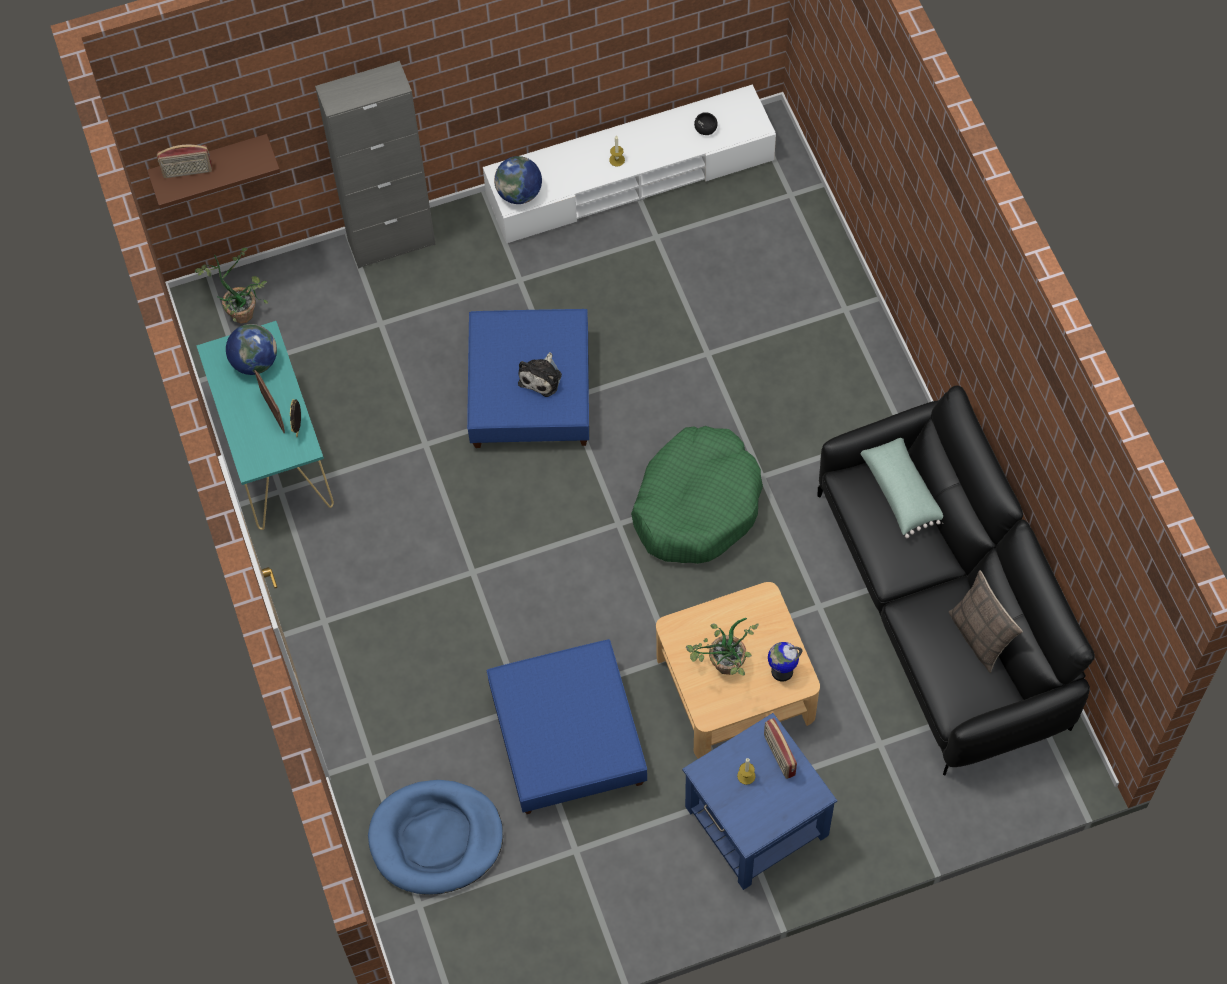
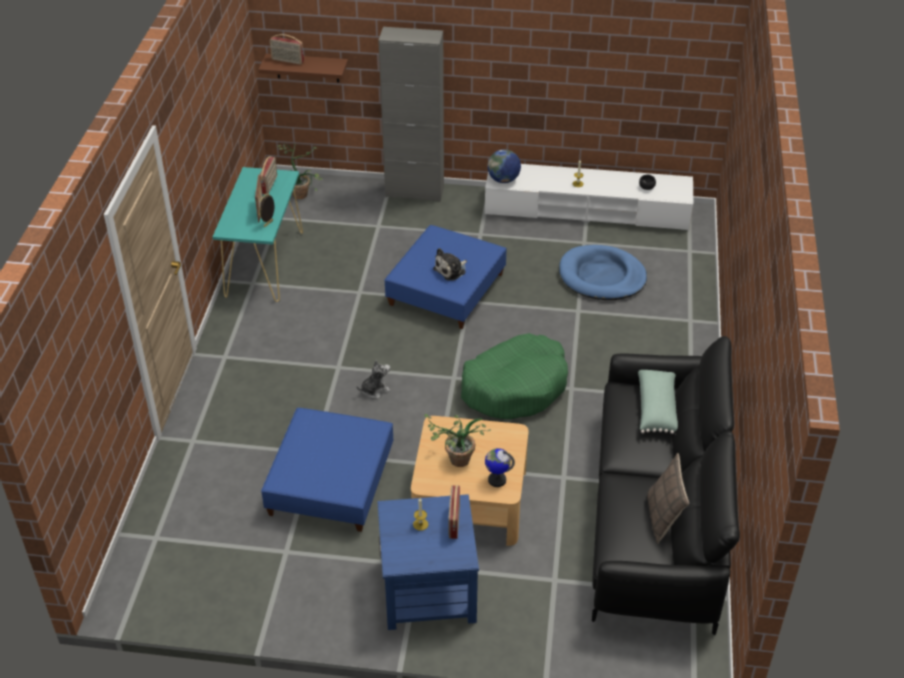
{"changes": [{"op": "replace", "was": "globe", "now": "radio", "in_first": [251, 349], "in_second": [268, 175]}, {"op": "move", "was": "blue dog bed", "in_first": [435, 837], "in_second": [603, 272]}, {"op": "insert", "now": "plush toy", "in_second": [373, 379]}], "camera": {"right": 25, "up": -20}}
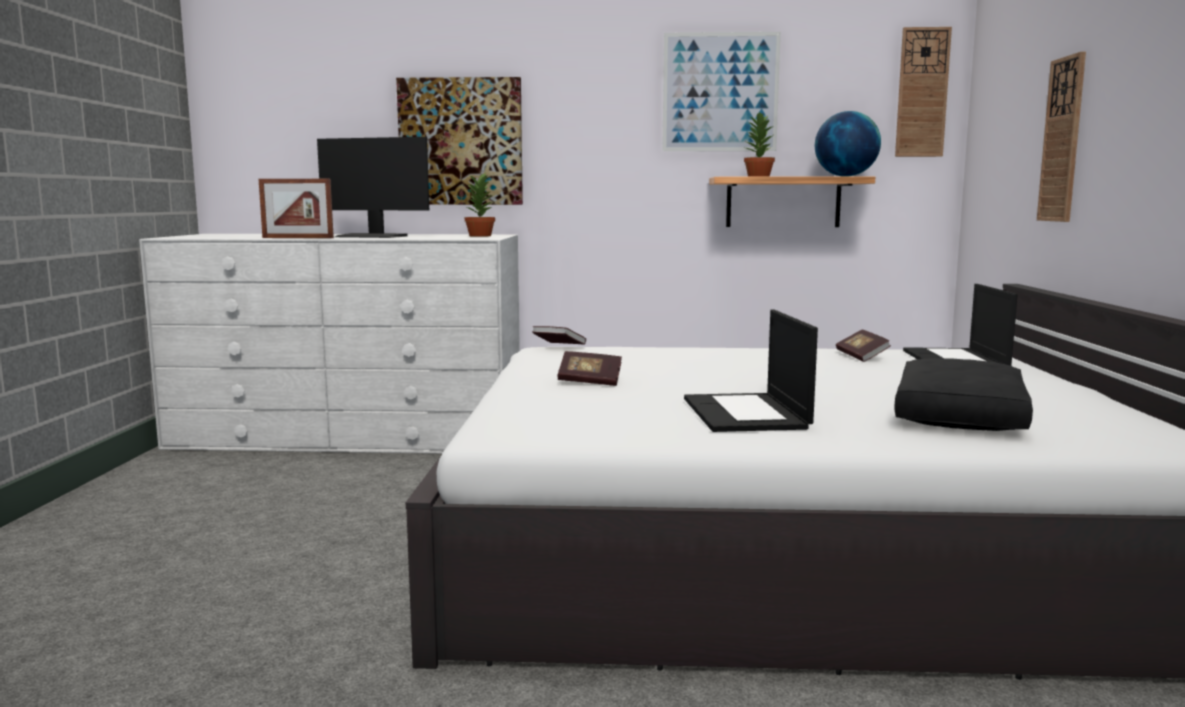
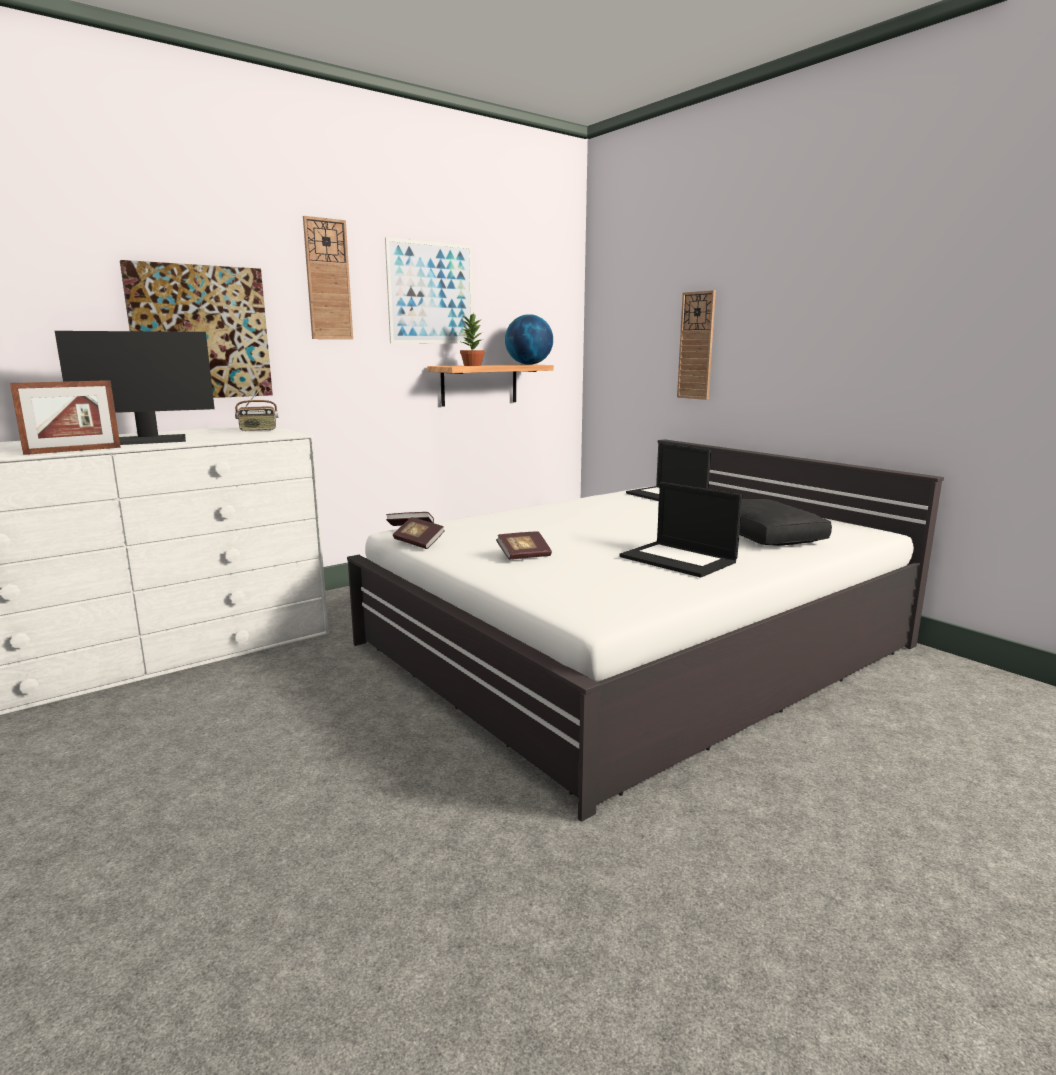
{"changes": [{"op": "replace", "was": "potted plant", "now": "radio", "in_first": [480, 205], "in_second": [256, 410]}, {"op": "move", "was": "book", "in_first": [863, 346], "in_second": [419, 533]}, {"op": "move", "was": "wall clock", "in_first": [923, 92], "in_second": [328, 277]}], "camera": {"right": -40, "up": 5}}
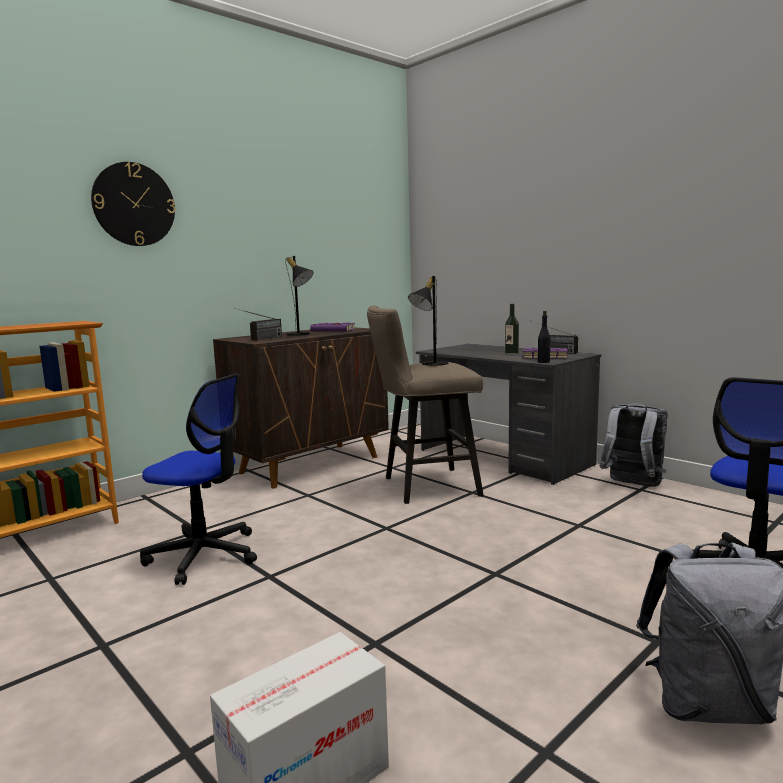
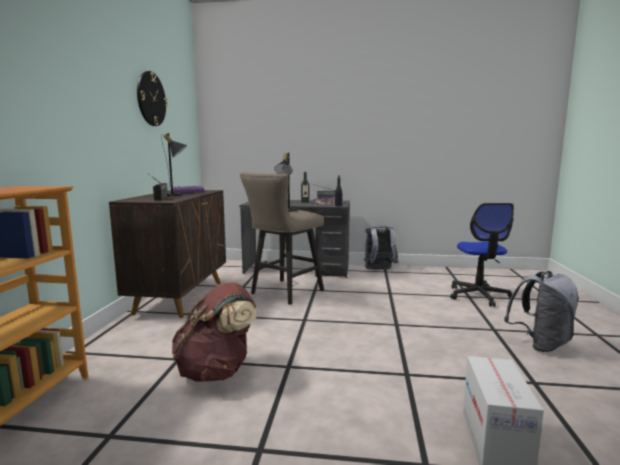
{"changes": [{"op": "move", "was": "wall clock", "in_first": [133, 204], "in_second": [152, 98]}, {"op": "replace", "was": "office chair", "now": "brown backpack", "in_first": [198, 479], "in_second": [214, 332]}], "camera": {"right": -40, "up": 0}}
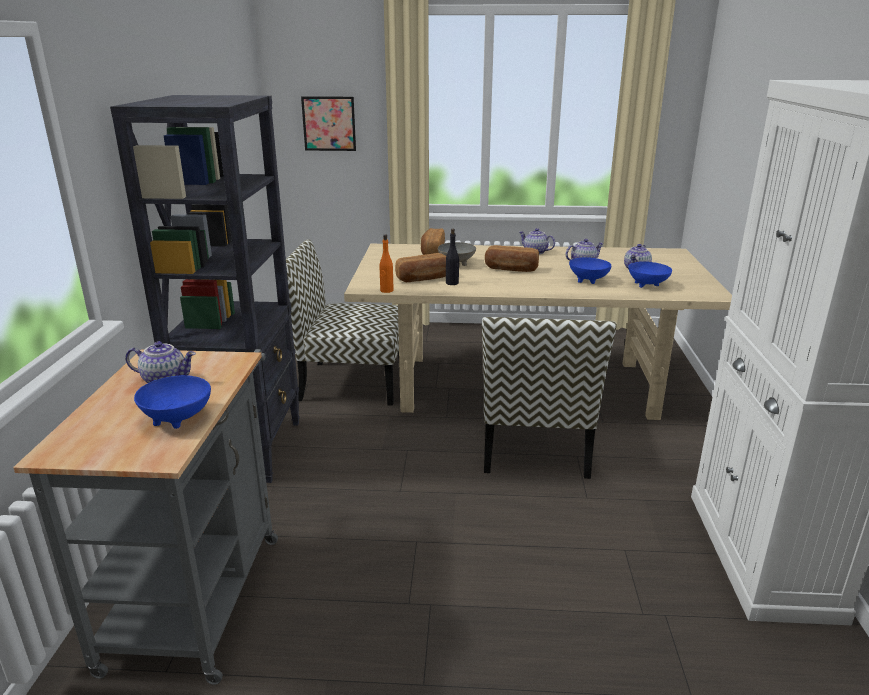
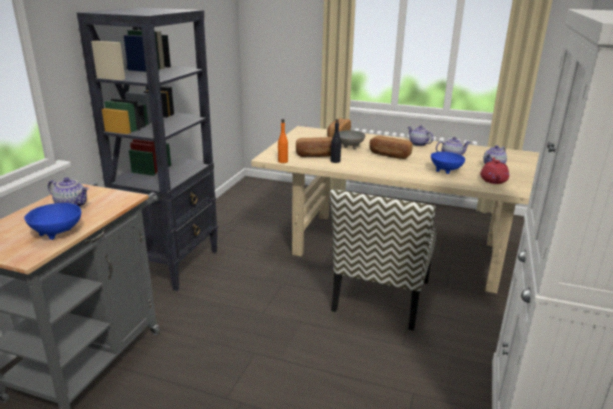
{"changes": [{"op": "delete", "was": "chair", "in_first": [342, 322]}, {"op": "delete", "was": "picture", "in_first": [328, 123]}, {"op": "replace", "was": "blue bowl", "now": "red teapot", "in_first": [650, 275], "in_second": [494, 170]}], "camera": {"right": 15, "up": 0}}
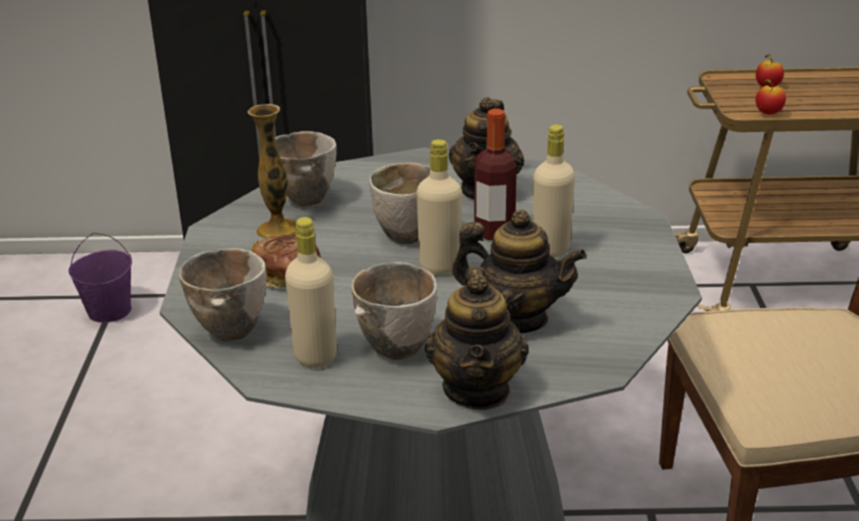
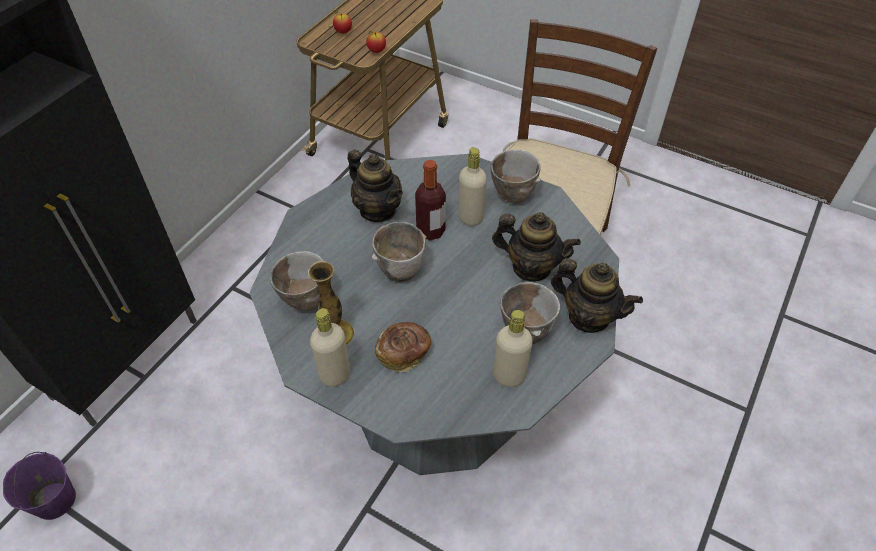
{"changes": [{"op": "move", "was": "bowl", "in_first": [223, 294], "in_second": [515, 177]}, {"op": "move", "was": "beige bottle", "in_first": [439, 207], "in_second": [330, 347]}, {"op": "rotate", "was": "teapot", "in_first": [519, 271], "in_second": [536, 247], "clockwise": 60}], "camera": {"right": -60, "up": 20}}
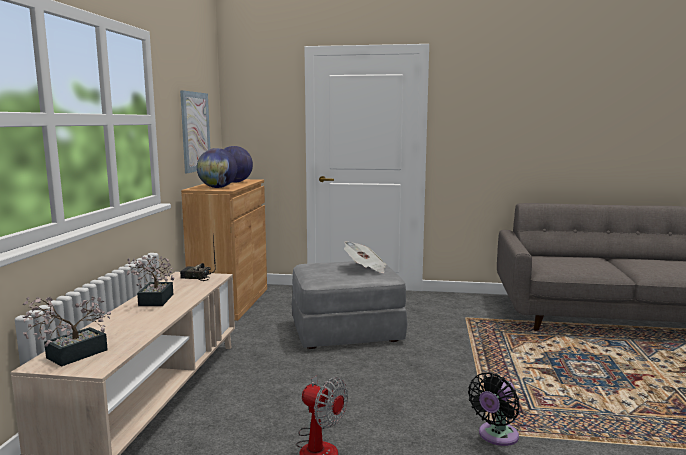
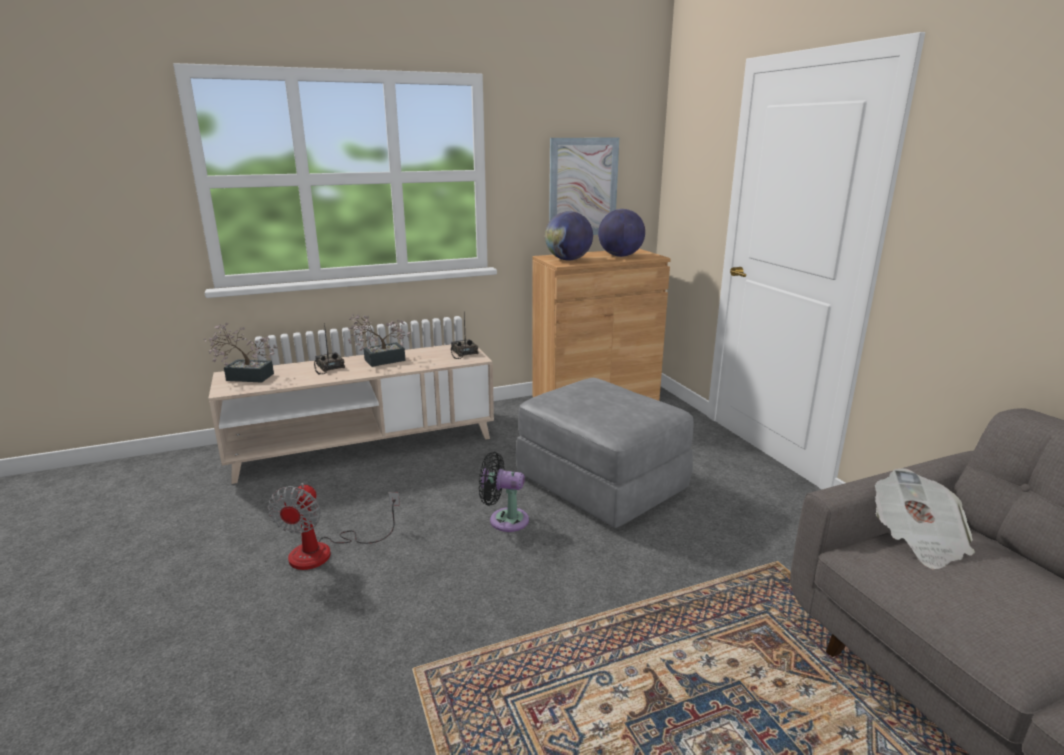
{"changes": [{"op": "move", "was": "newspaper", "in_first": [365, 257], "in_second": [925, 518]}, {"op": "move", "was": "black fan", "in_first": [494, 409], "in_second": [504, 492]}, {"op": "insert", "now": "radio", "in_second": [329, 349]}], "camera": {"right": 60, "up": 10}}
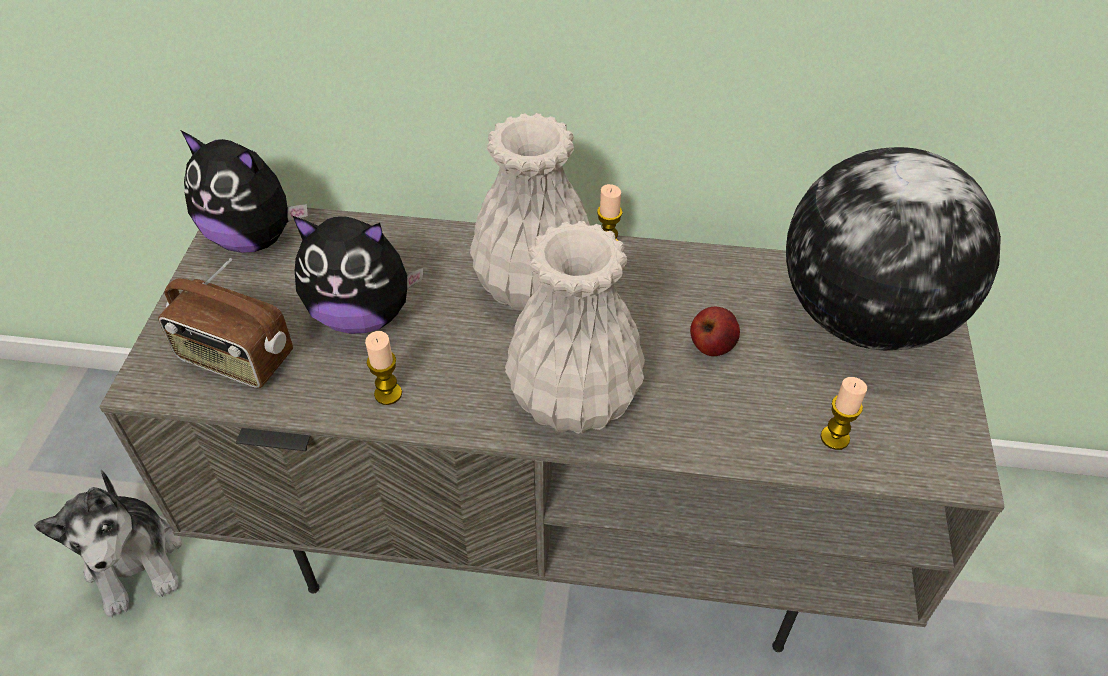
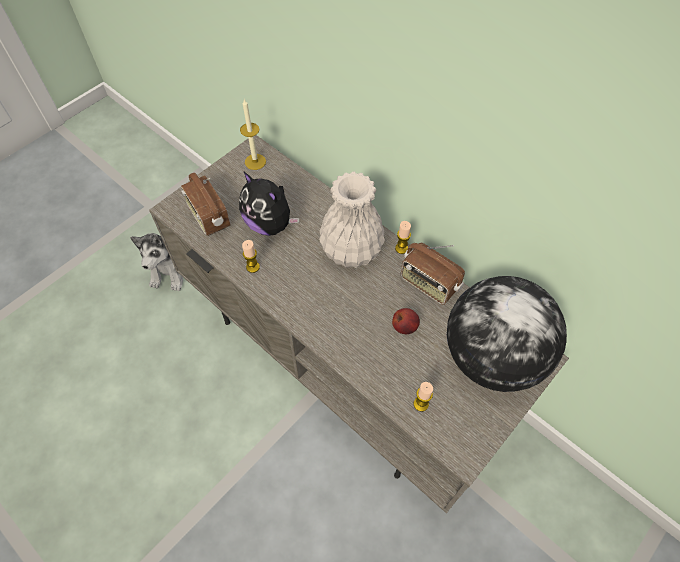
{"changes": [{"op": "replace", "was": "plush toy", "now": "candle", "in_first": [244, 192], "in_second": [253, 134]}, {"op": "delete", "was": "white vase", "in_first": [575, 327]}, {"op": "insert", "now": "radio", "in_second": [433, 274]}], "camera": {"right": 35, "up": 10}}
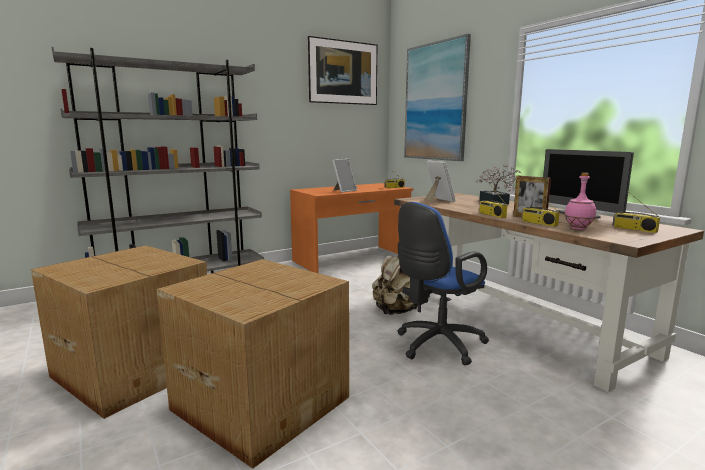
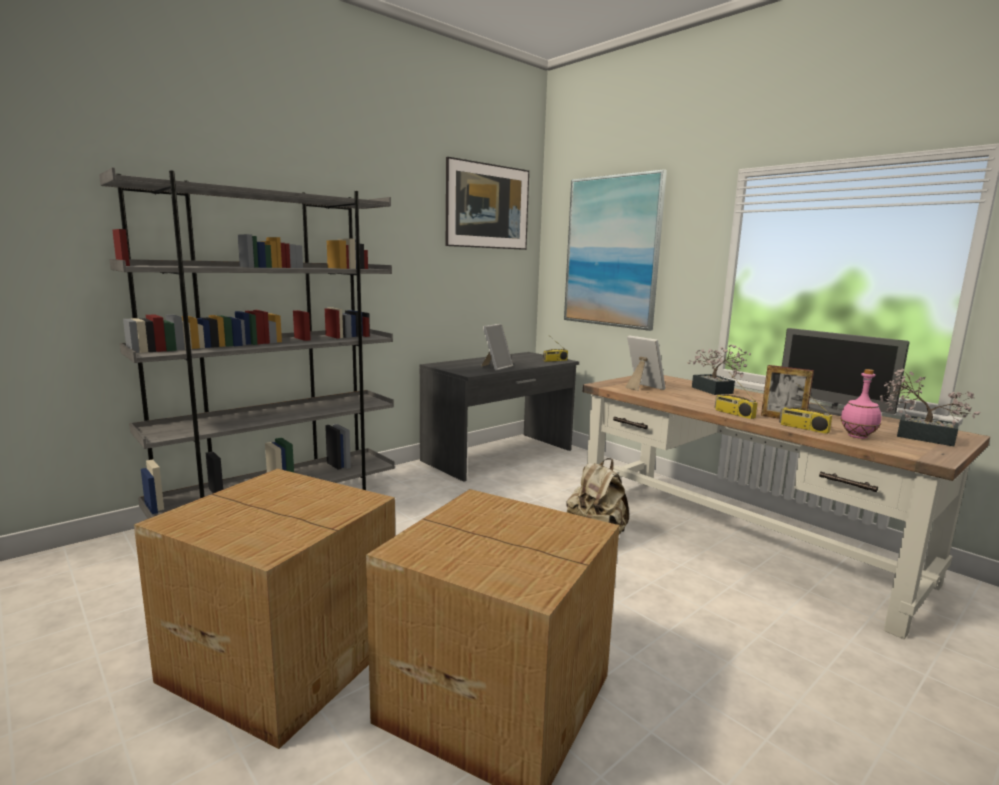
{"changes": [{"op": "recolor", "was": "orange desk", "now": "grey desk", "in_first": [351, 228], "in_second": [499, 417]}, {"op": "delete", "was": "blue office chair", "in_first": [443, 283]}, {"op": "replace", "was": "radio", "now": "potted plant", "in_first": [636, 212], "in_second": [930, 407]}], "camera": {"right": -10, "up": 0}}
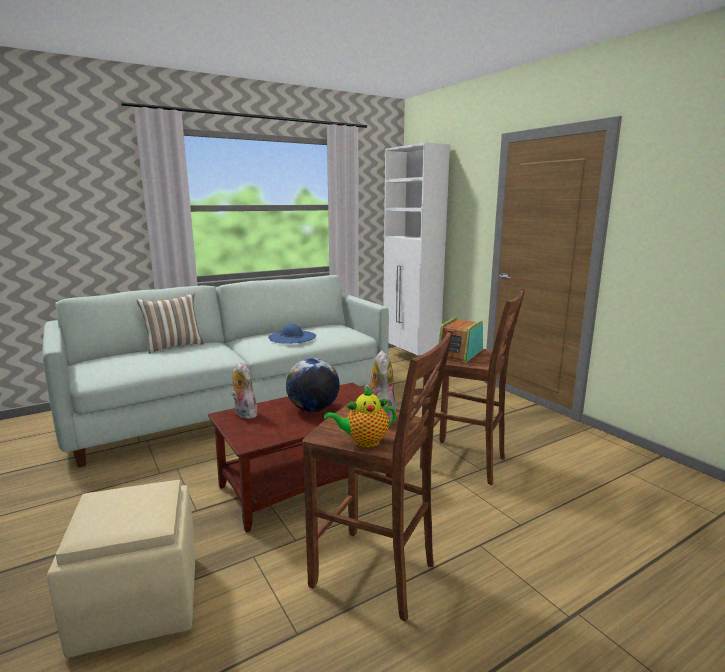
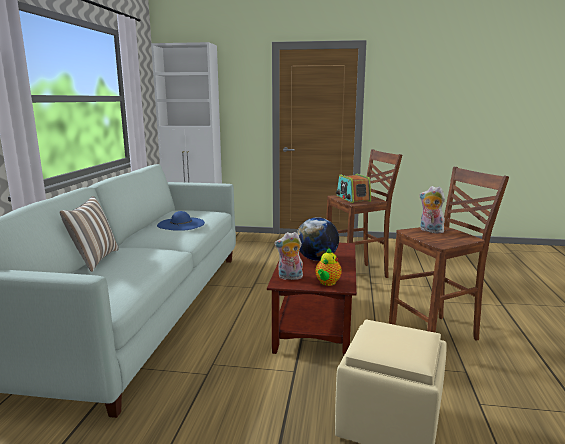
{"changes": [{"op": "move", "was": "teapot", "in_first": [360, 416], "in_second": [328, 267]}], "camera": {"right": -50, "up": 0}}
